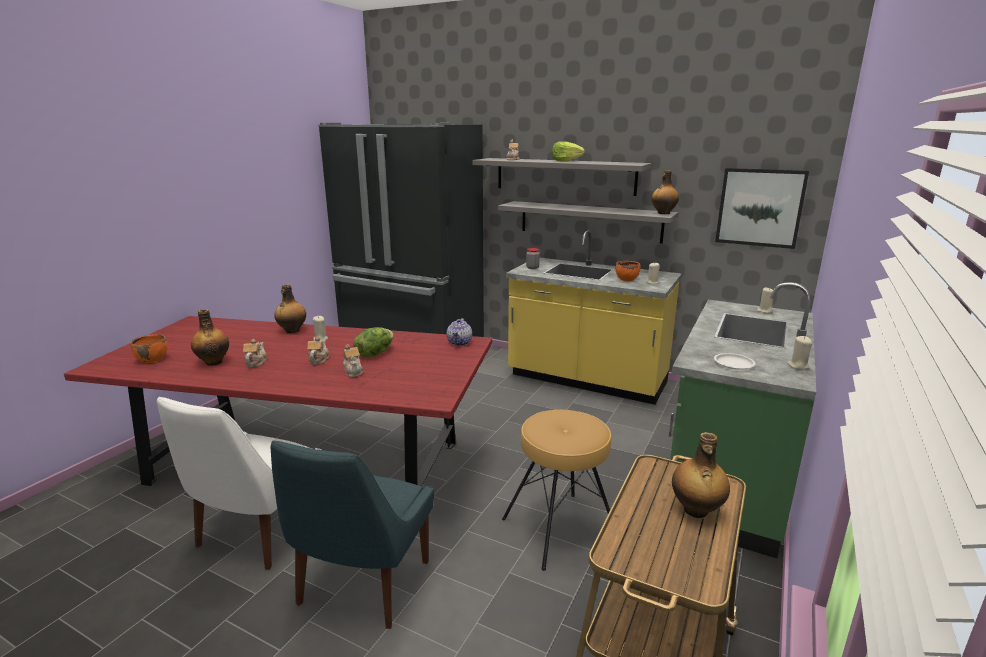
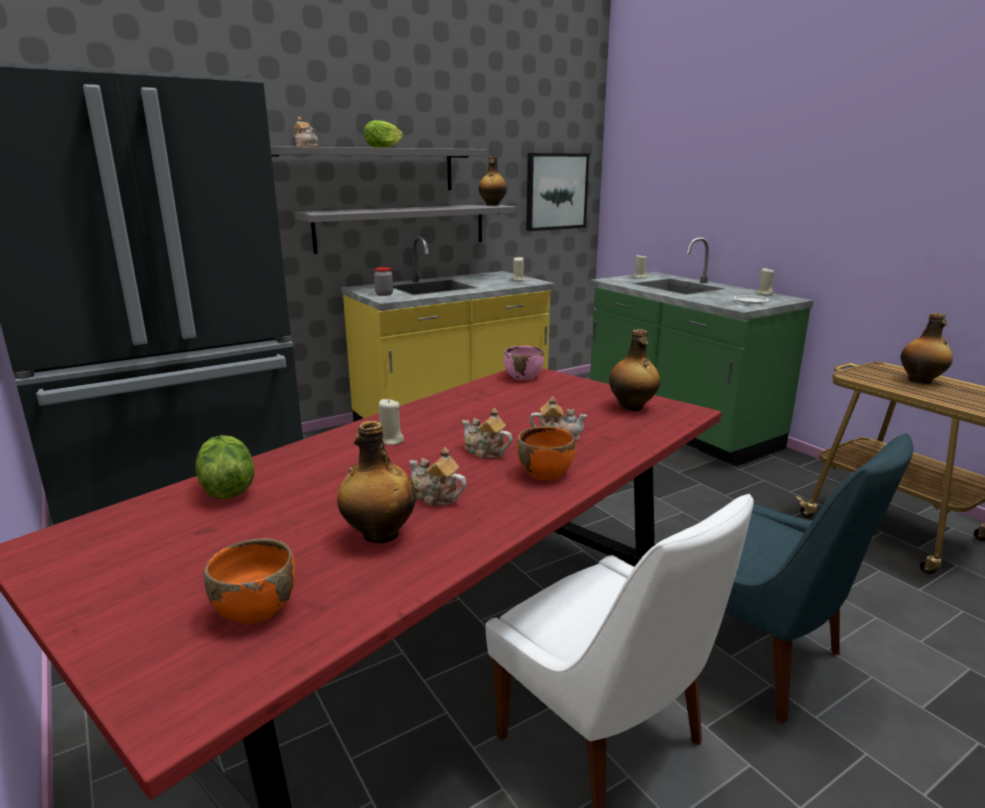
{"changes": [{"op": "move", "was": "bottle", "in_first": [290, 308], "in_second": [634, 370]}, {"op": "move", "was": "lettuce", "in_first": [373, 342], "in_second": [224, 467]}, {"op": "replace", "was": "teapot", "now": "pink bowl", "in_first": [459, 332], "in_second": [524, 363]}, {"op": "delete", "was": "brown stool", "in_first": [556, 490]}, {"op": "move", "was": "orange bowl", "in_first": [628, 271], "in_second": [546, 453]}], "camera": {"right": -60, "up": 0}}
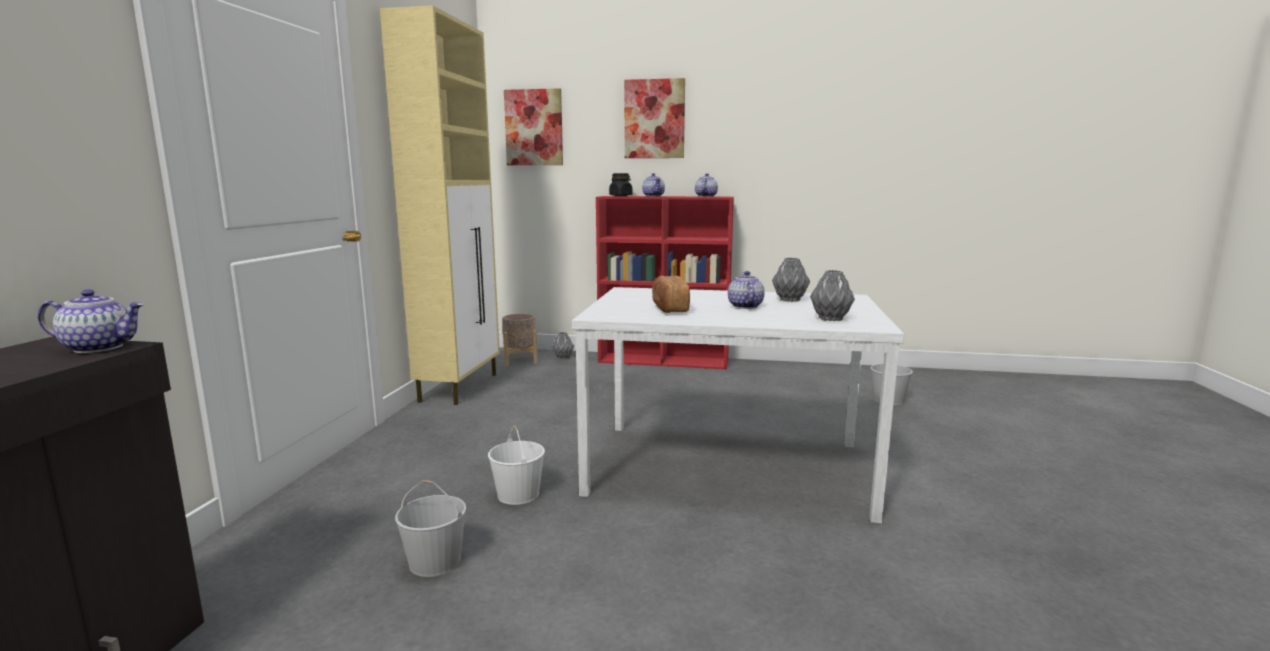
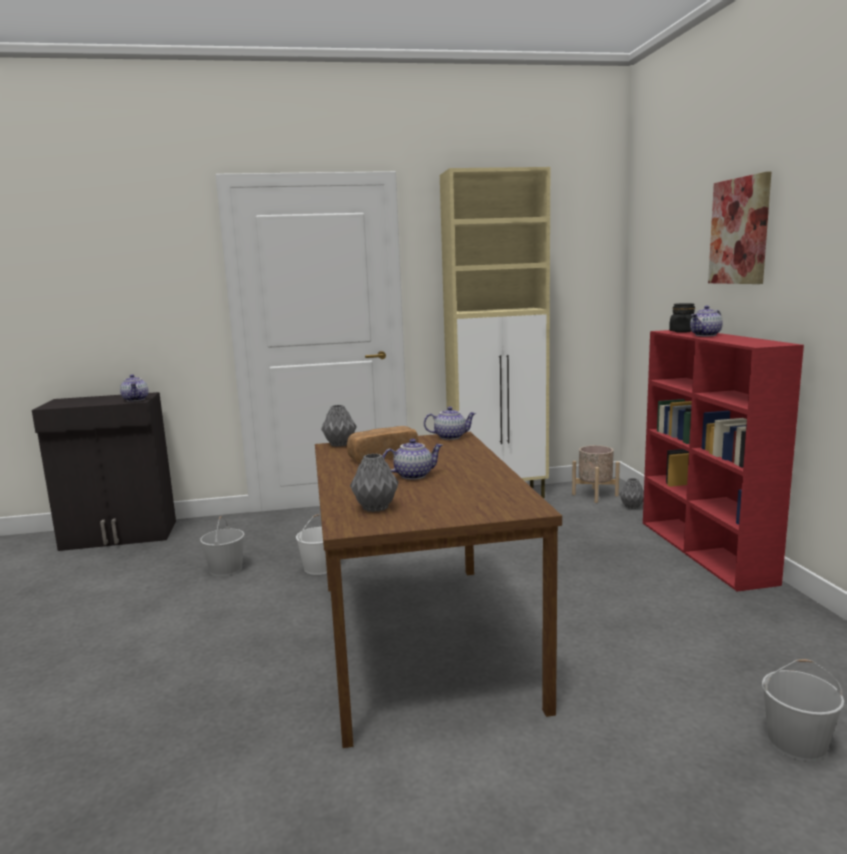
{"changes": [{"op": "delete", "was": "picture", "in_first": [533, 126]}, {"op": "recolor", "was": "white dining table", "now": "brown dining table", "in_first": [738, 405], "in_second": [438, 590]}, {"op": "move", "was": "teapot", "in_first": [706, 185], "in_second": [450, 423]}, {"op": "move", "was": "grey vase", "in_first": [791, 280], "in_second": [339, 426]}], "camera": {"right": 70, "up": 0}}
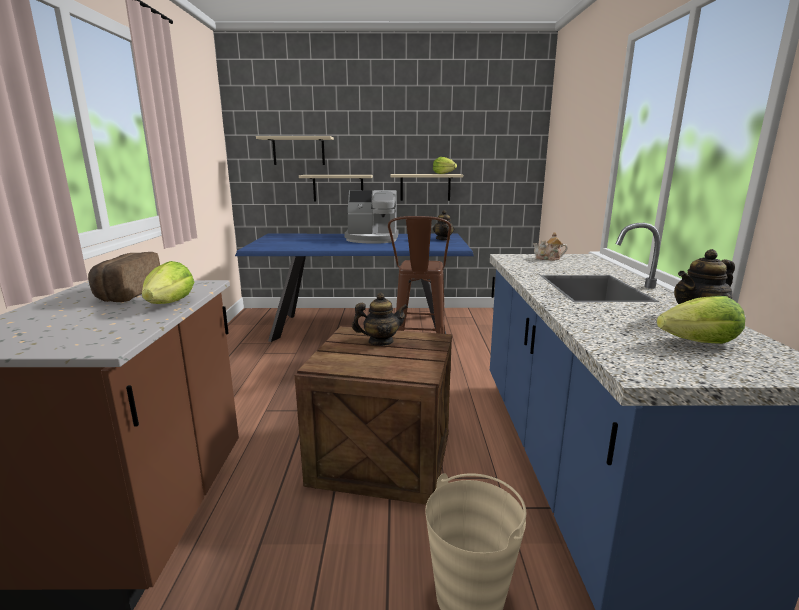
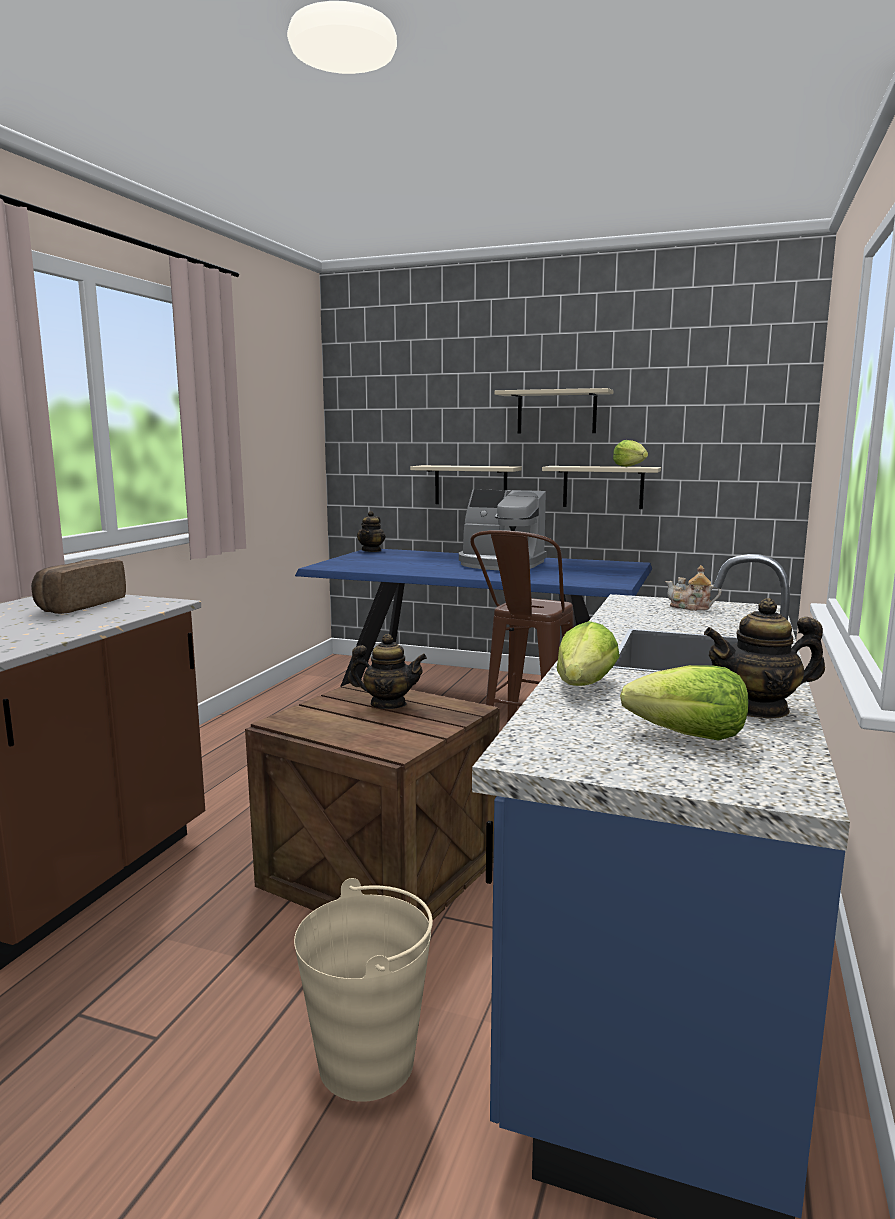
{"changes": [{"op": "move", "was": "lettuce", "in_first": [168, 282], "in_second": [588, 653]}, {"op": "move", "was": "beige shelf", "in_first": [295, 150], "in_second": [554, 410]}, {"op": "move", "was": "teapot", "in_first": [443, 225], "in_second": [371, 531]}], "camera": {"right": 20, "up": -5}}
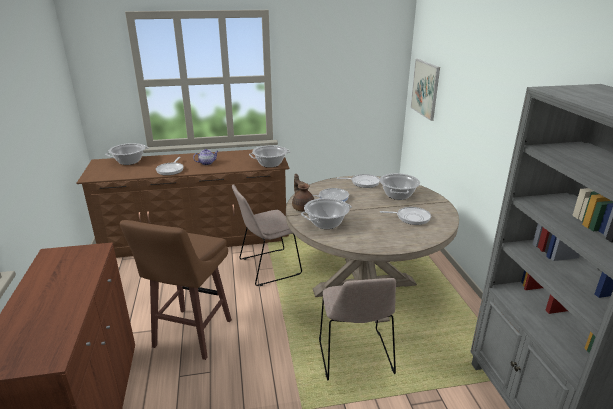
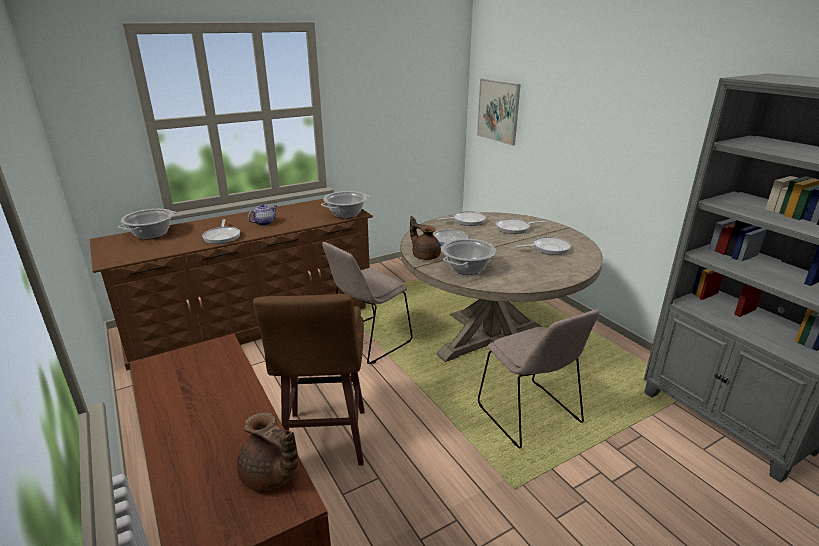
{"changes": [{"op": "replace", "was": "cooking pot", "now": "frying pan", "in_first": [399, 186], "in_second": [521, 226]}, {"op": "insert", "now": "brown teapot", "in_second": [267, 451]}], "camera": {"right": -20, "up": 0}}
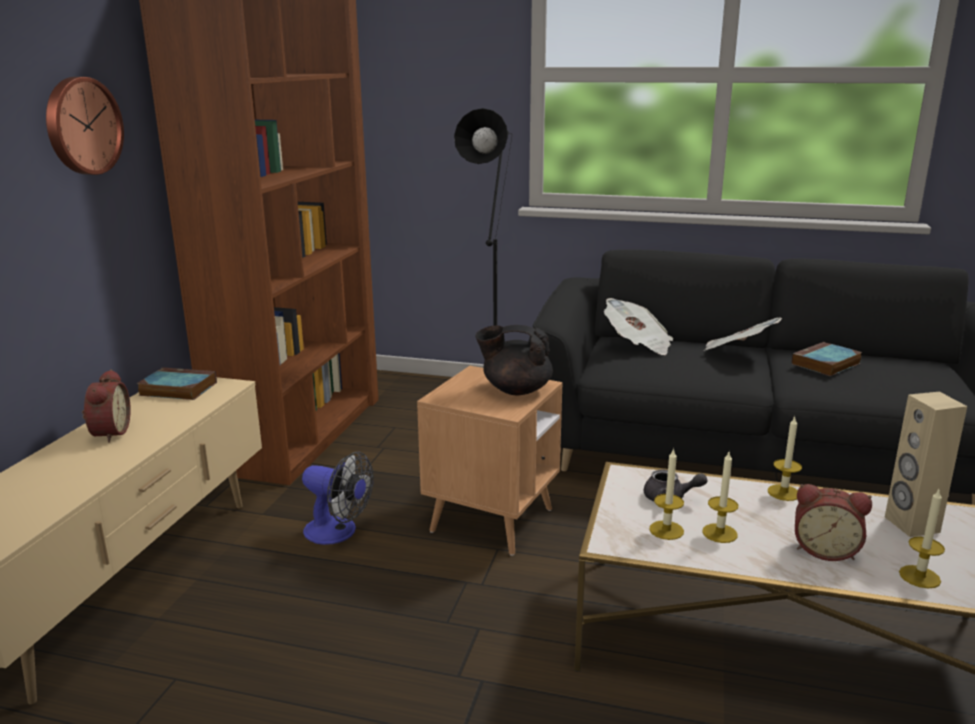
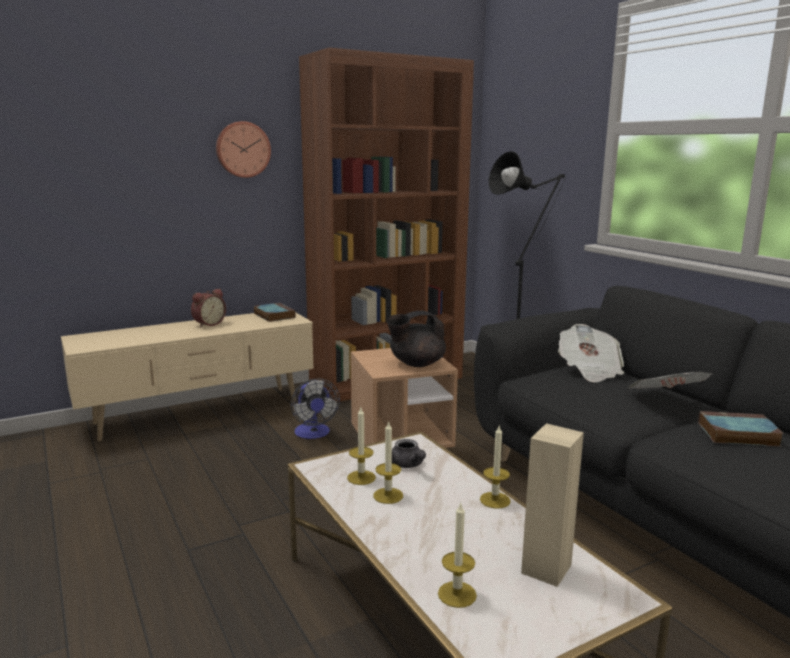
{"changes": [{"op": "rotate", "was": "black teapot", "in_first": [514, 360], "in_second": [416, 339], "clockwise": -75}, {"op": "delete", "was": "alarm clock", "in_first": [833, 522]}], "camera": {"right": 45, "up": -5}}
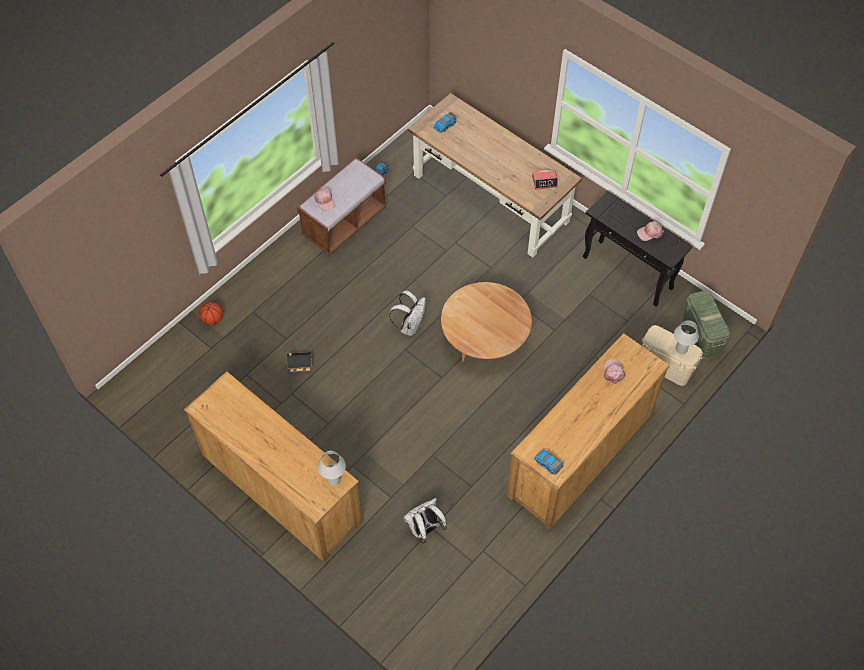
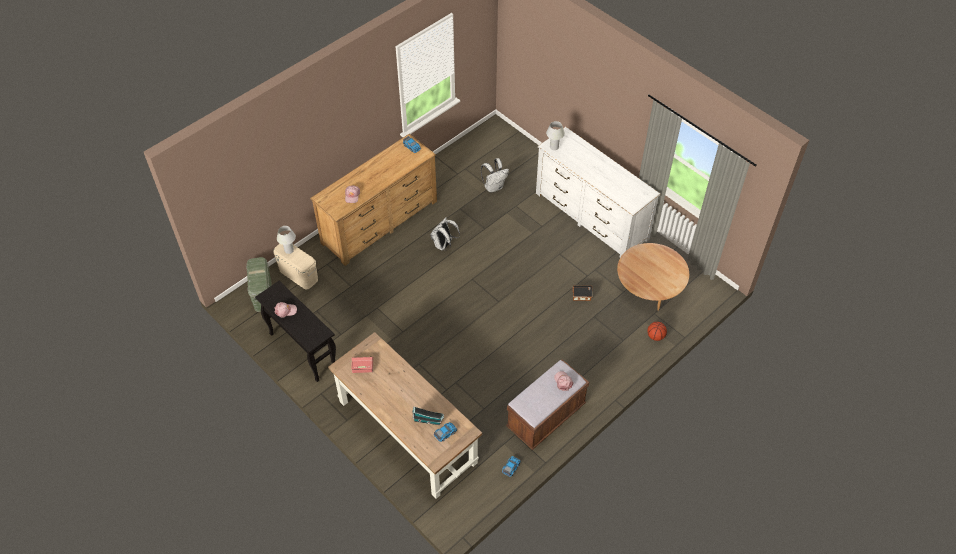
{"changes": [{"op": "recolor", "was": "brown dresser", "now": "white dresser", "in_first": [273, 466], "in_second": [598, 192]}, {"op": "move", "was": "white backpack", "in_first": [407, 313], "in_second": [445, 233]}, {"op": "move", "was": "brown coffee table", "in_first": [486, 322], "in_second": [653, 277]}, {"op": "insert", "now": "toy house", "in_second": [428, 416]}], "camera": {"right": -175, "up": -5}}
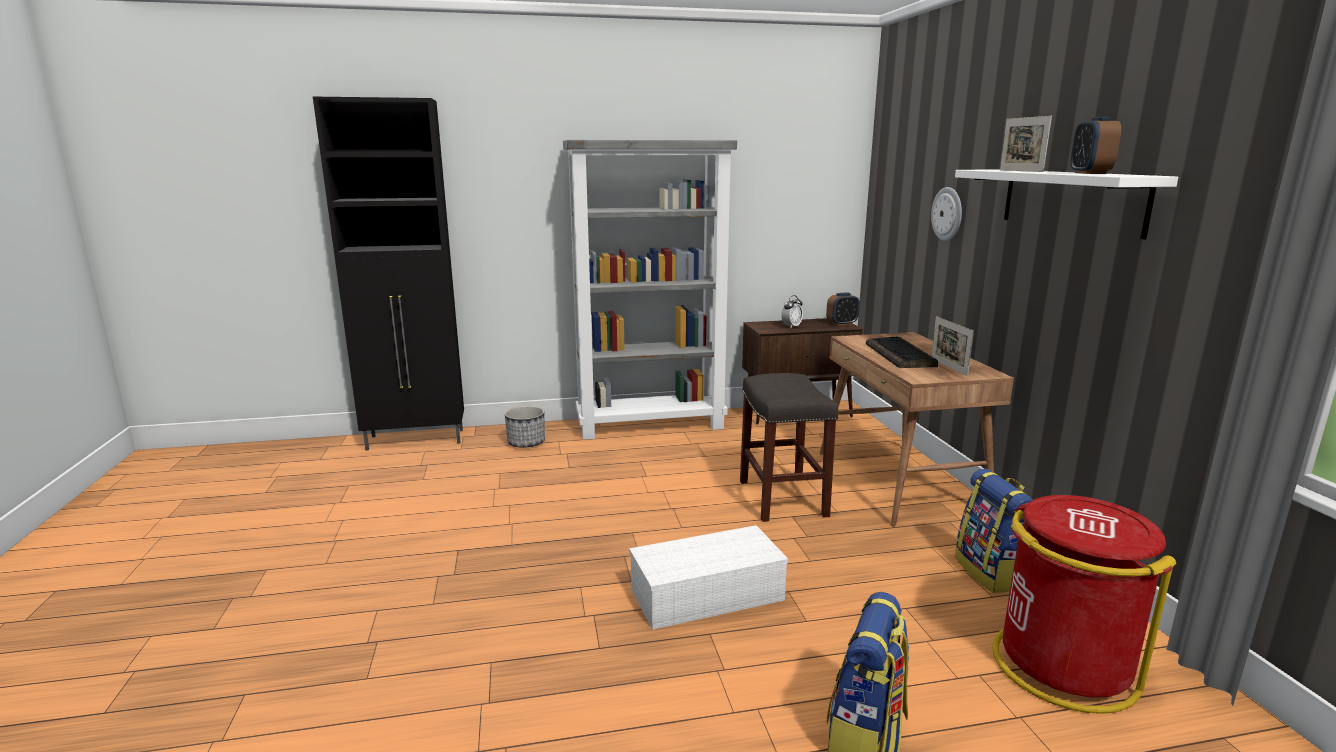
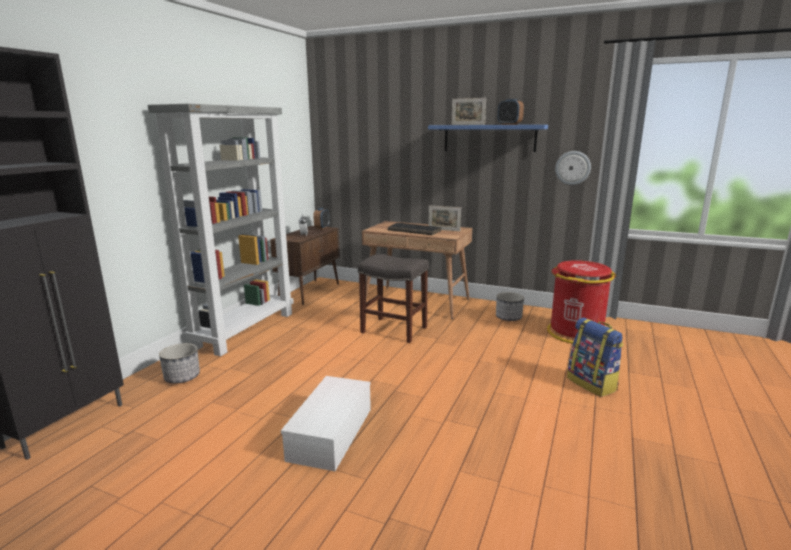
{"changes": [{"op": "move", "was": "white storage box", "in_first": [708, 577], "in_second": [326, 423]}, {"op": "move", "was": "wall clock", "in_first": [946, 214], "in_second": [573, 168]}, {"op": "recolor", "was": "white shelf", "now": "blue shelf", "in_first": [1066, 204], "in_second": [488, 138]}, {"op": "replace", "was": "backpack", "now": "planter", "in_first": [994, 531], "in_second": [510, 306]}], "camera": {"right": -55, "up": 0}}
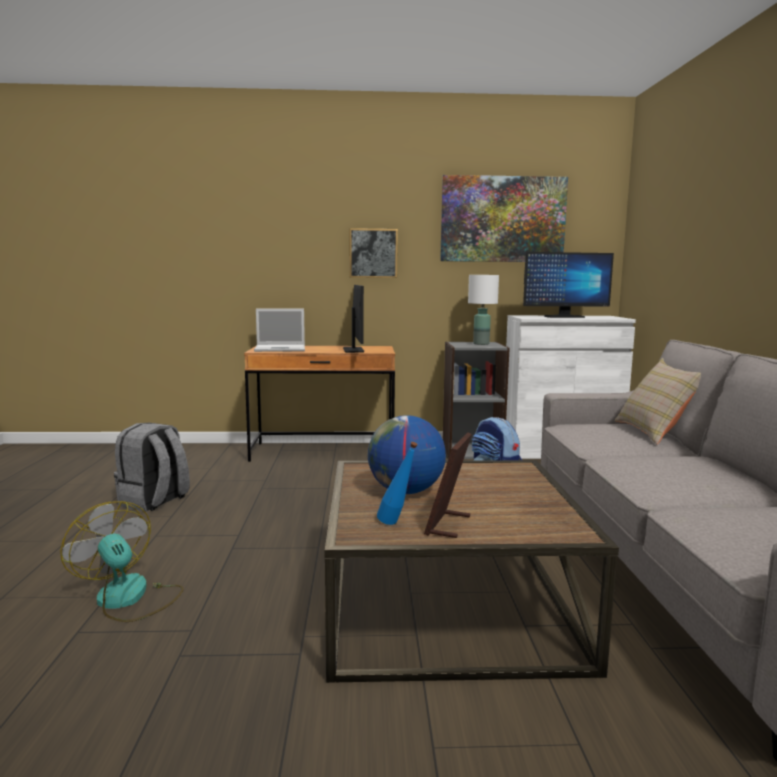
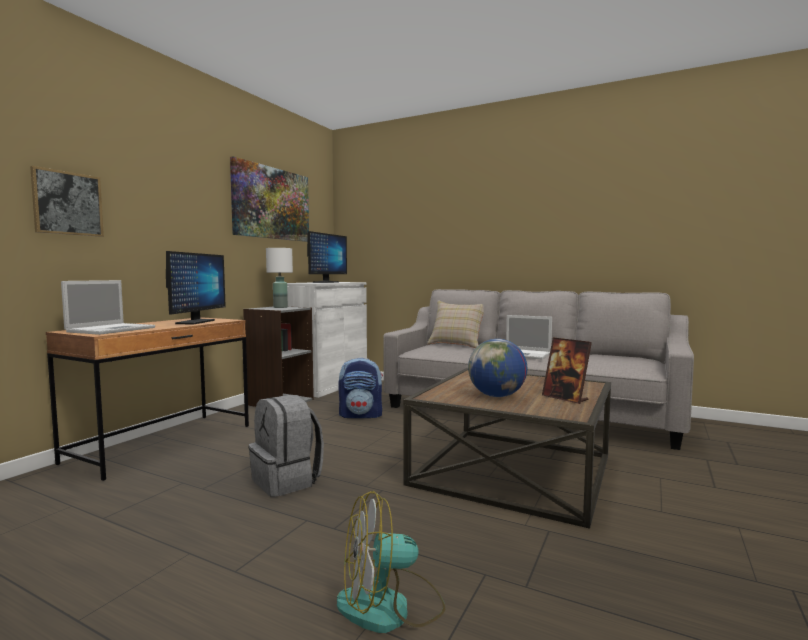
{"changes": [{"op": "move", "was": "grey backpack", "in_first": [152, 467], "in_second": [286, 446]}, {"op": "rotate", "was": "monitor", "in_first": [353, 319], "in_second": [196, 287], "clockwise": 75}, {"op": "move", "was": "picture", "in_first": [374, 253], "in_second": [67, 201]}, {"op": "delete", "was": "blue bottle", "in_first": [397, 483]}, {"op": "insert", "now": "laptop", "in_second": [529, 337]}], "camera": {"right": -60, "up": -5}}
